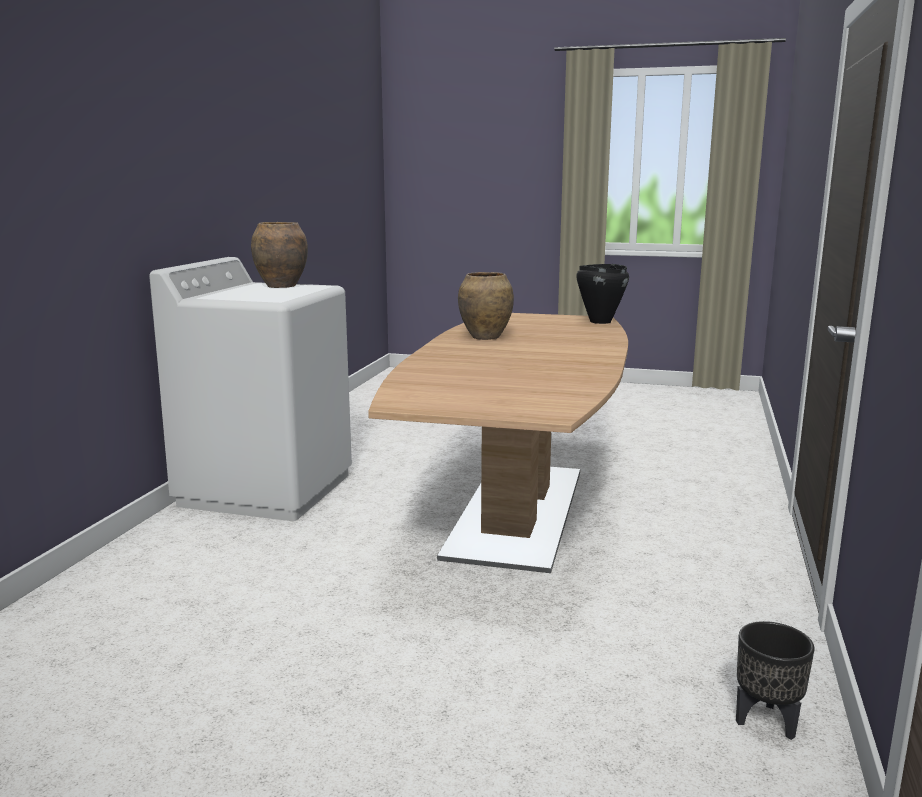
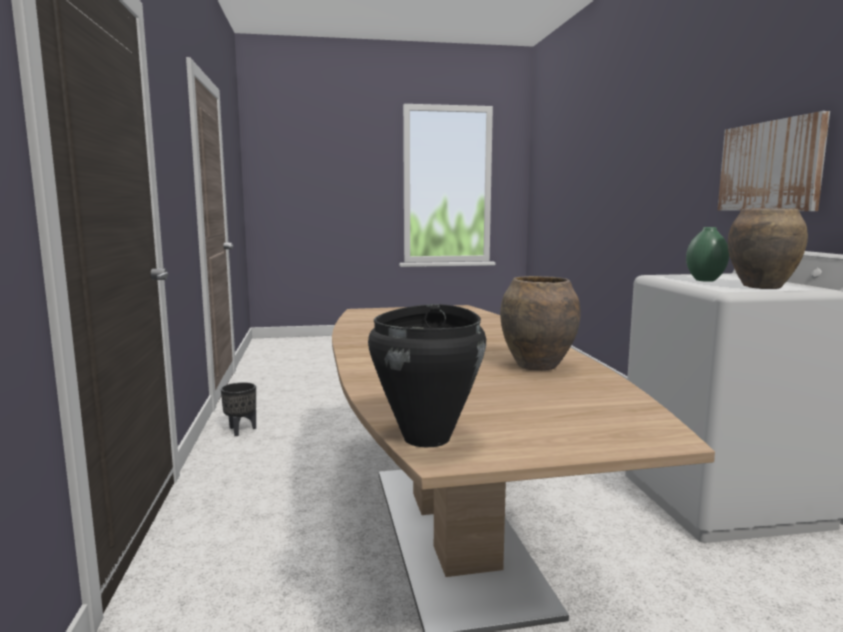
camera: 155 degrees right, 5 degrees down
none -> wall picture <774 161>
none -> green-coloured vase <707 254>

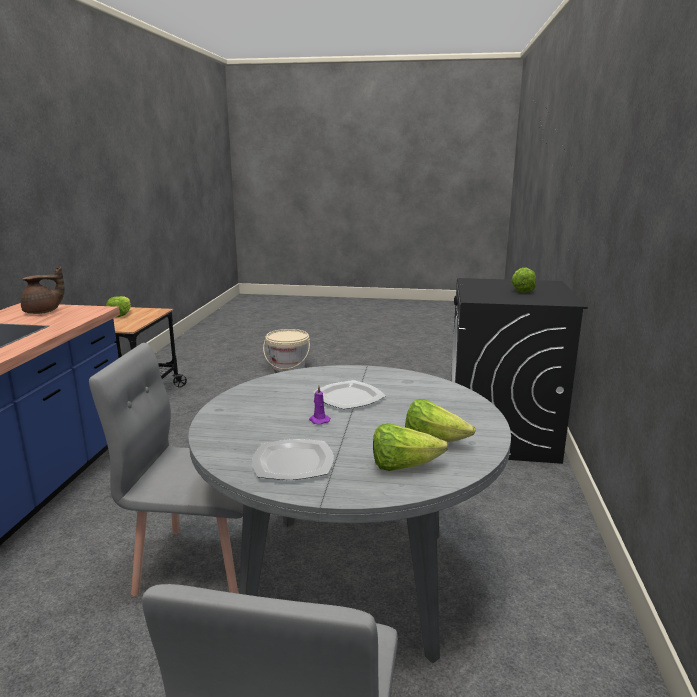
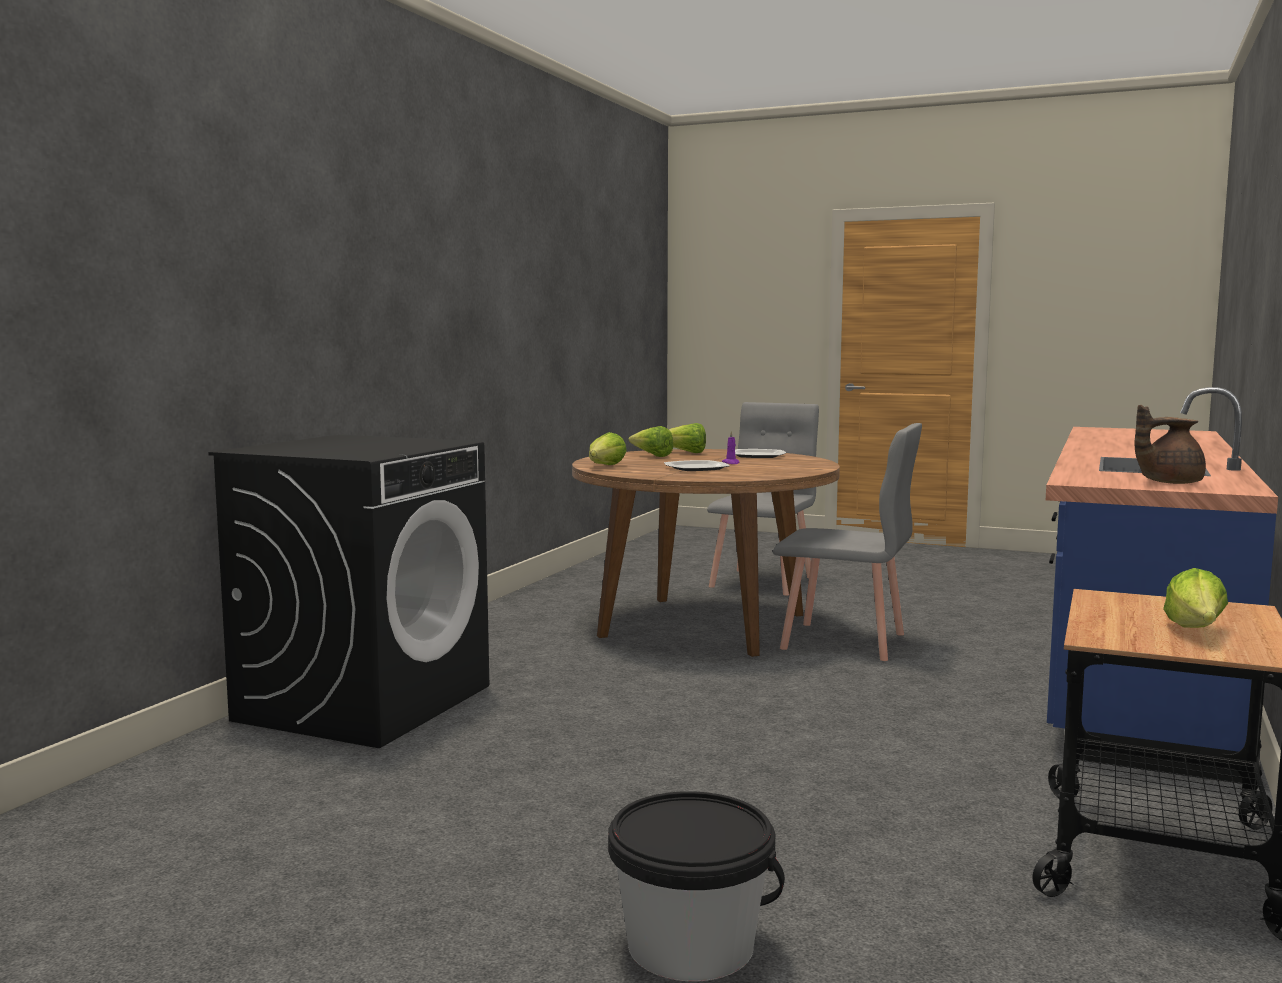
camera: 165 degrees left, 10 degrees down
lettuce head <523 280> -> lettuce head <608 448>, moved
sand-coloured pail <286 350> -> blackish pail <696 886>
gray kitchen table <349 514> -> brownish kitchen table <706 553>

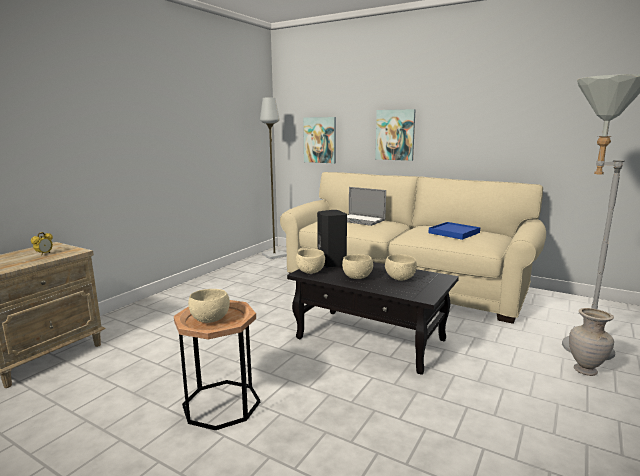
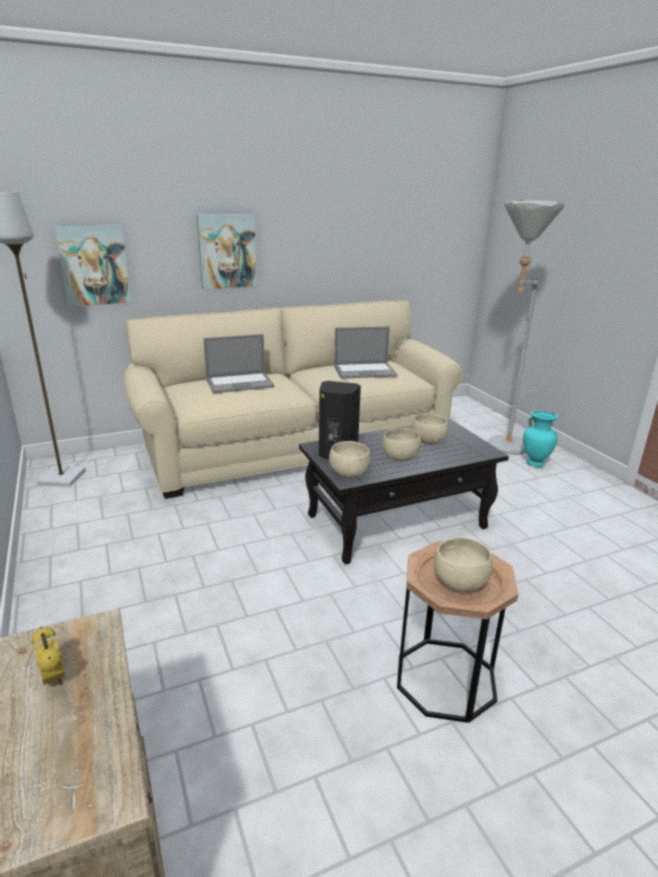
camera: 55 degrees left, 10 degrees up
bluish tray <454 231> -> notebook computer <365 353>
sand-coloured vase <591 342> -> blue-green vase <540 438>

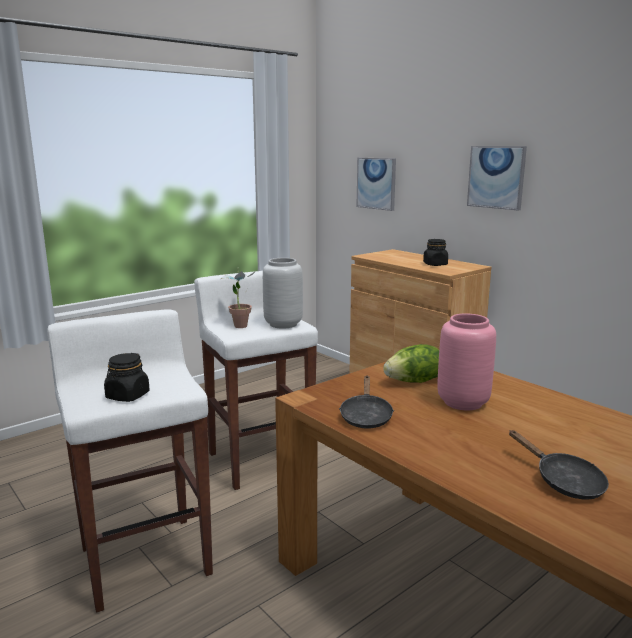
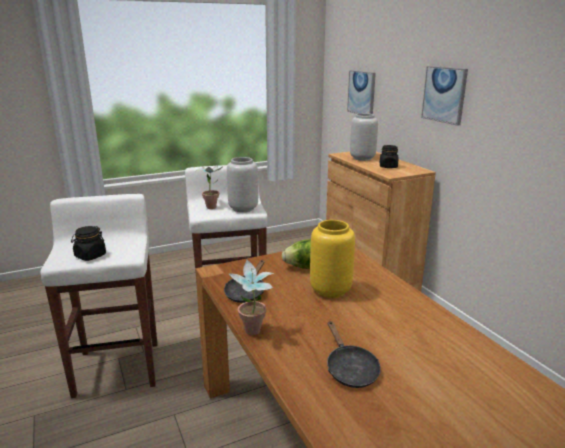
camera: 15 degrees right, 5 degrees up
pinkish vase <466 362> -> yellow vase <332 259>
none -> gray vase <364 137>
none -> houseplant <251 297>

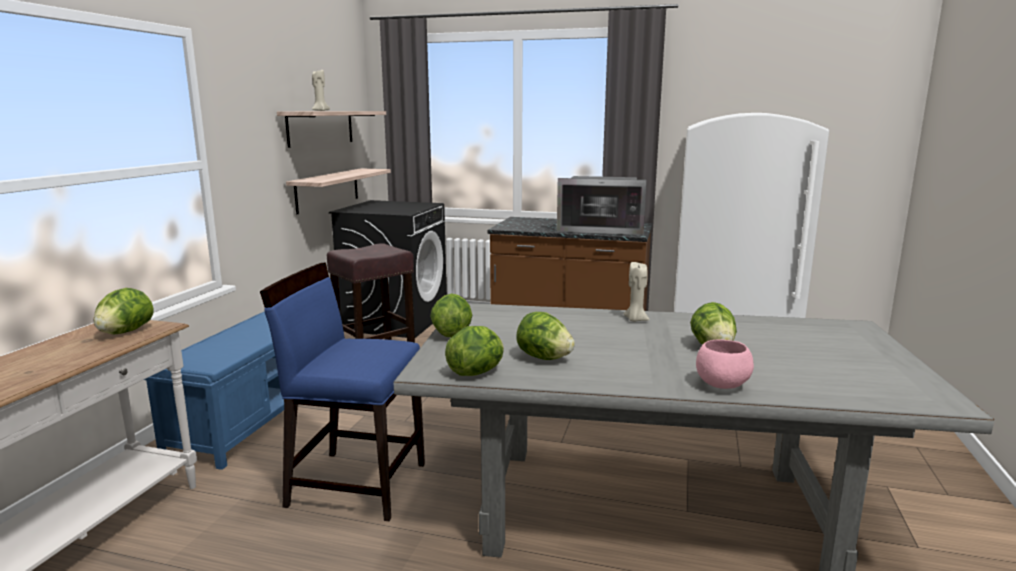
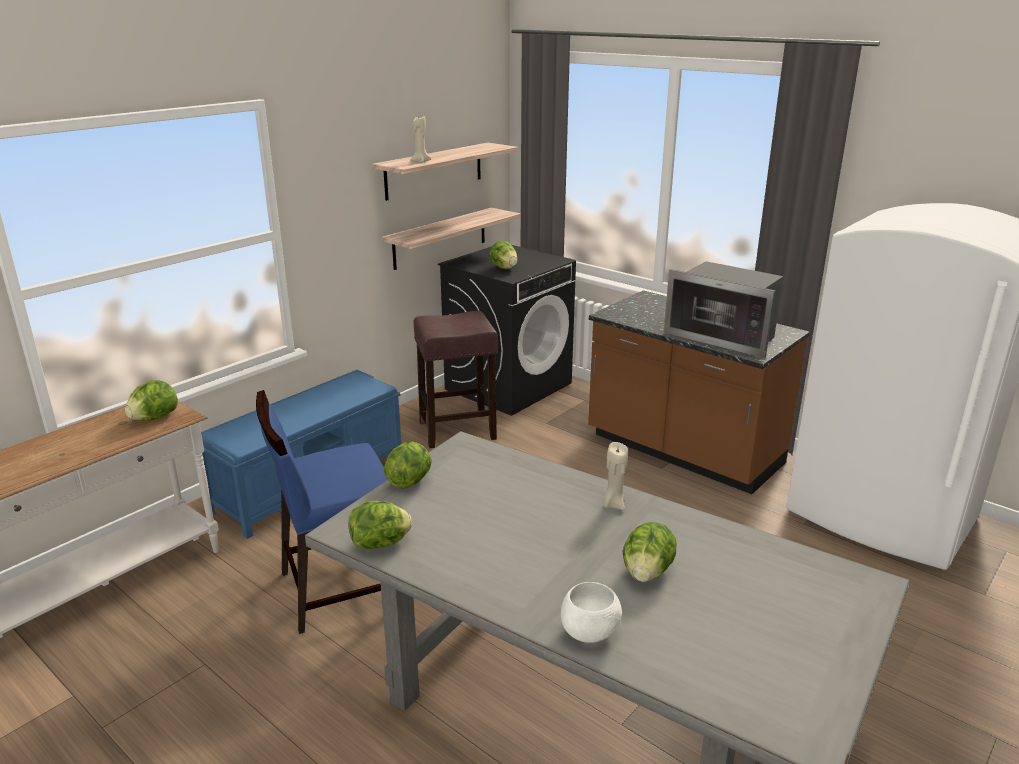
camera: 25 degrees right, 10 degrees up
bluish chair <342 391> -> bluish chair <322 512>, 60 degrees counterclockwise
lettuce head <545 336> -> lettuce head <503 254>, moved
pinkish bowl <725 364> -> whitish bowl <591 612>

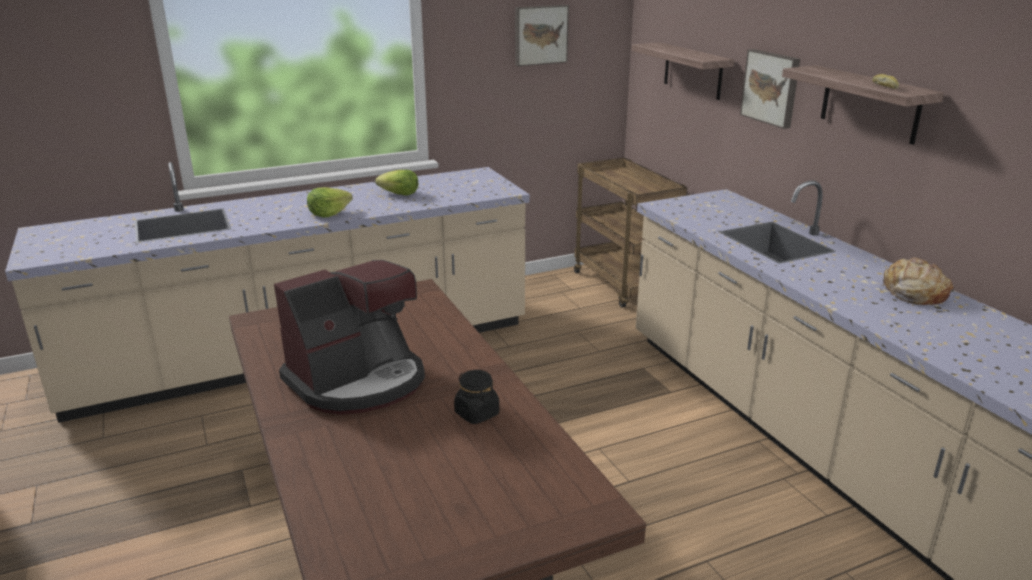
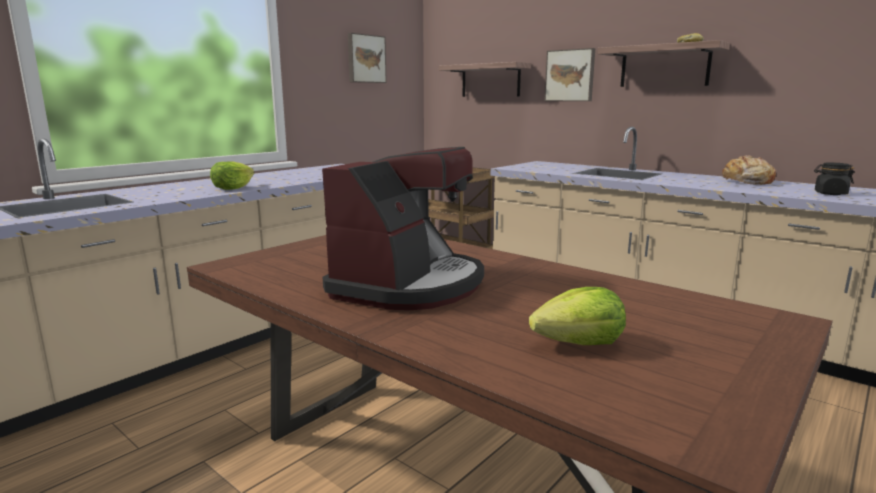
camera: 25 degrees left, 10 degrees down
lettuce head <396 183> -> lettuce head <577 316>, moved
blackish preserve jar <476 397> -> blackish preserve jar <834 178>, moved

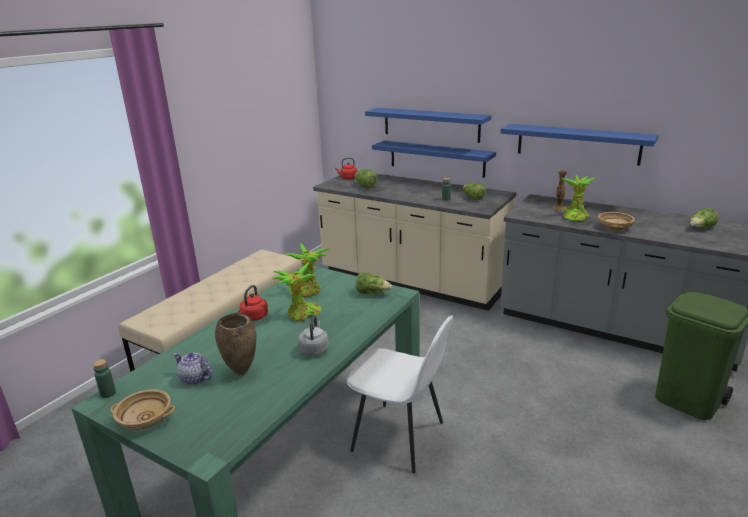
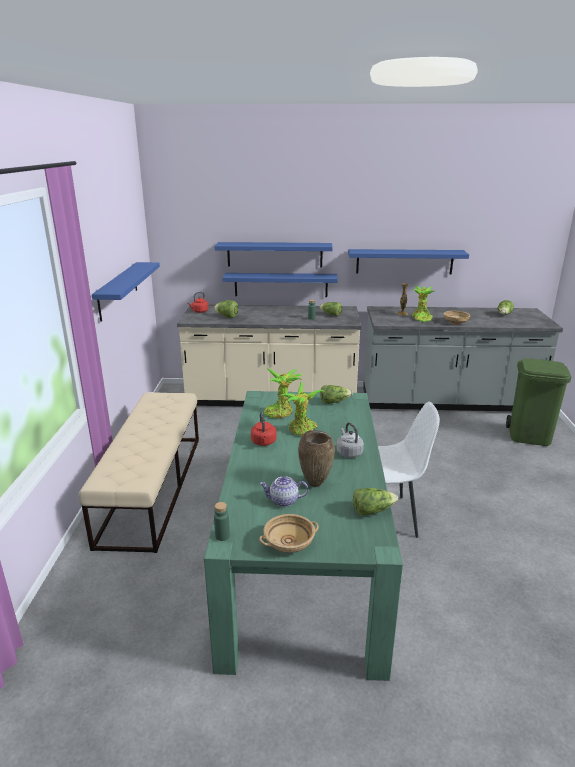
camera: 30 degrees left, 0 degrees up
none -> bluish wall shelf <126 292>
none -> lettuce head <375 502>

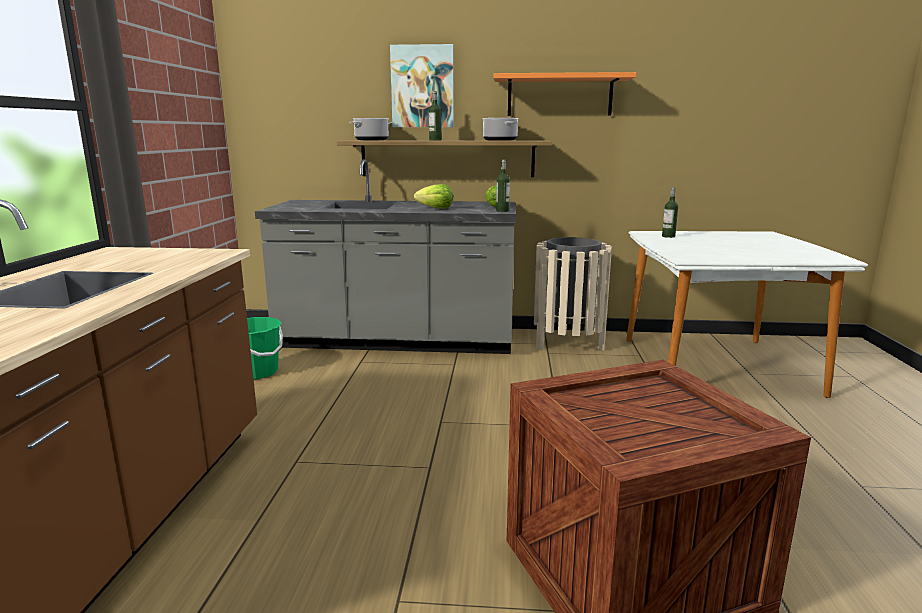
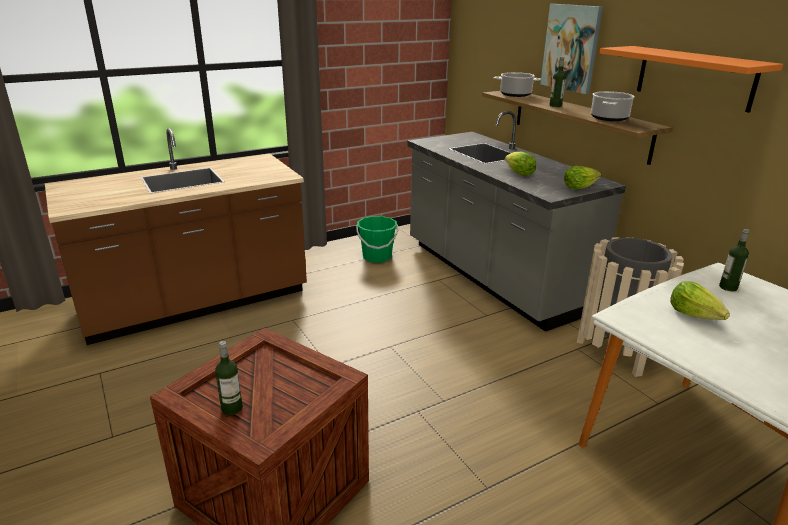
camera: 55 degrees right, 10 degrees up
beverage bottle <503 186> -> beverage bottle <229 378>, moved
none -> lettuce head <700 301>

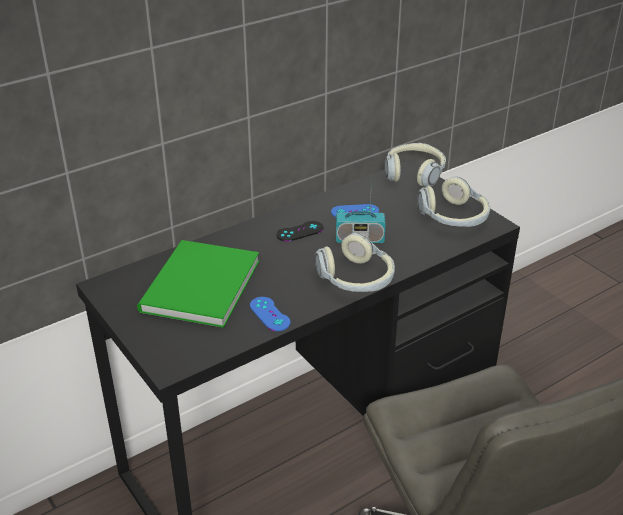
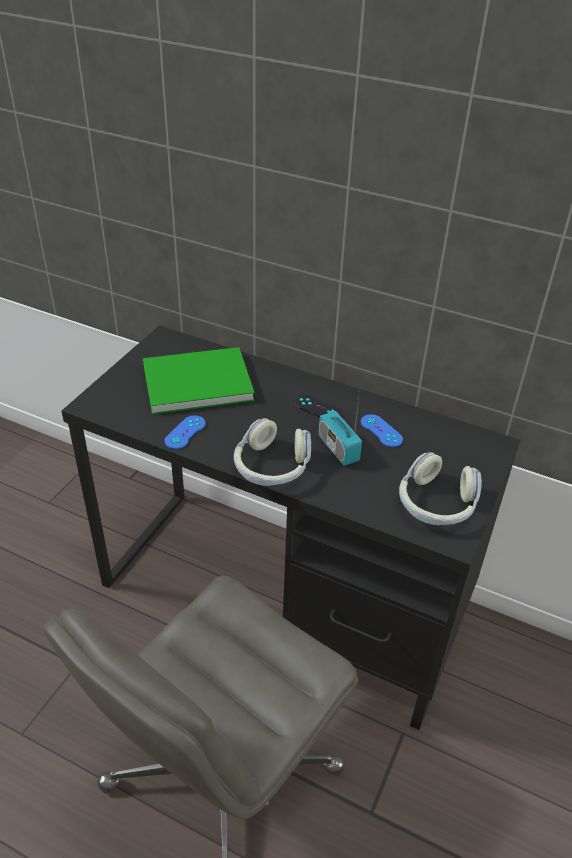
camera: 60 degrees right, 5 degrees up
headphones <415 165> -> none

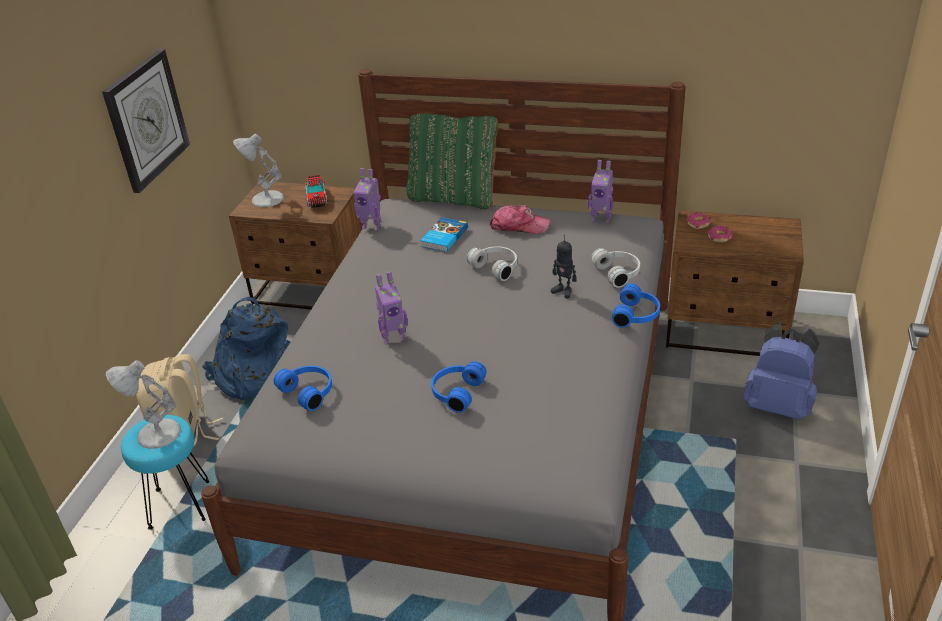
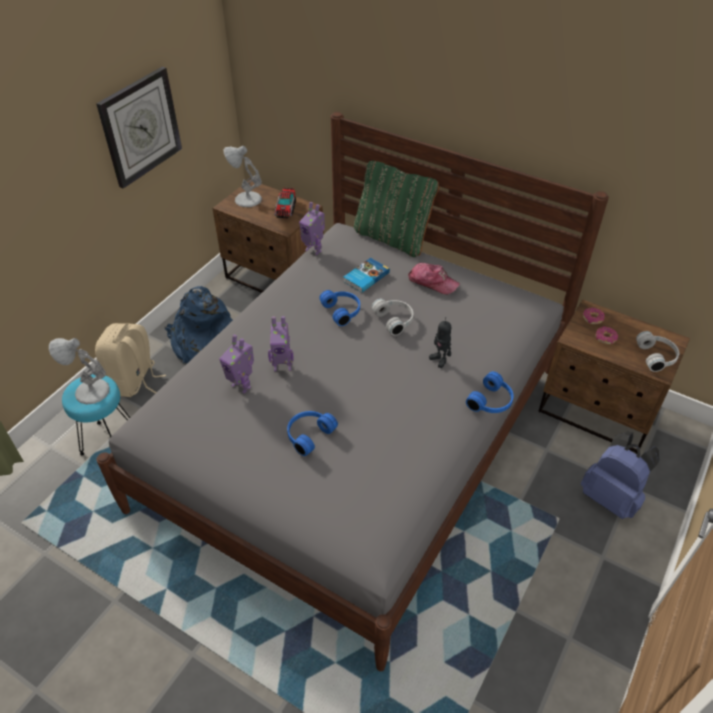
camera: 15 degrees right, 10 degrees up
toy robot <600 191> -> toy robot <236 363>, moved
whitish headphones <615 268> -> whitish headphones <657 351>, moved
bluish headphones <303 388> -> bluish headphones <339 308>, moved

